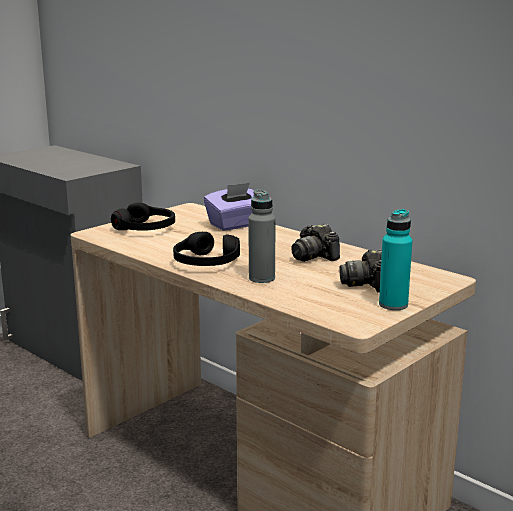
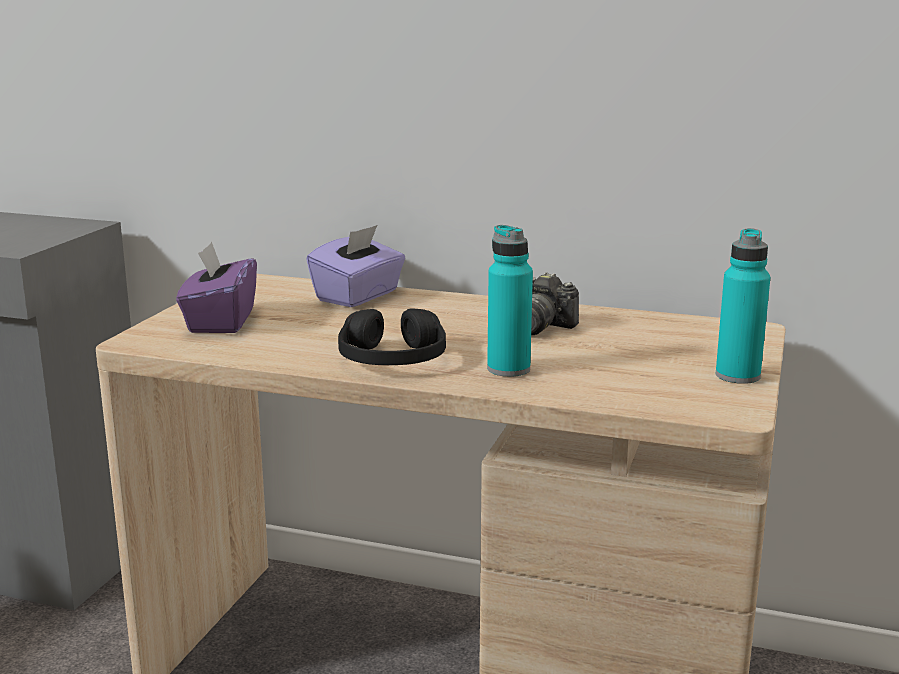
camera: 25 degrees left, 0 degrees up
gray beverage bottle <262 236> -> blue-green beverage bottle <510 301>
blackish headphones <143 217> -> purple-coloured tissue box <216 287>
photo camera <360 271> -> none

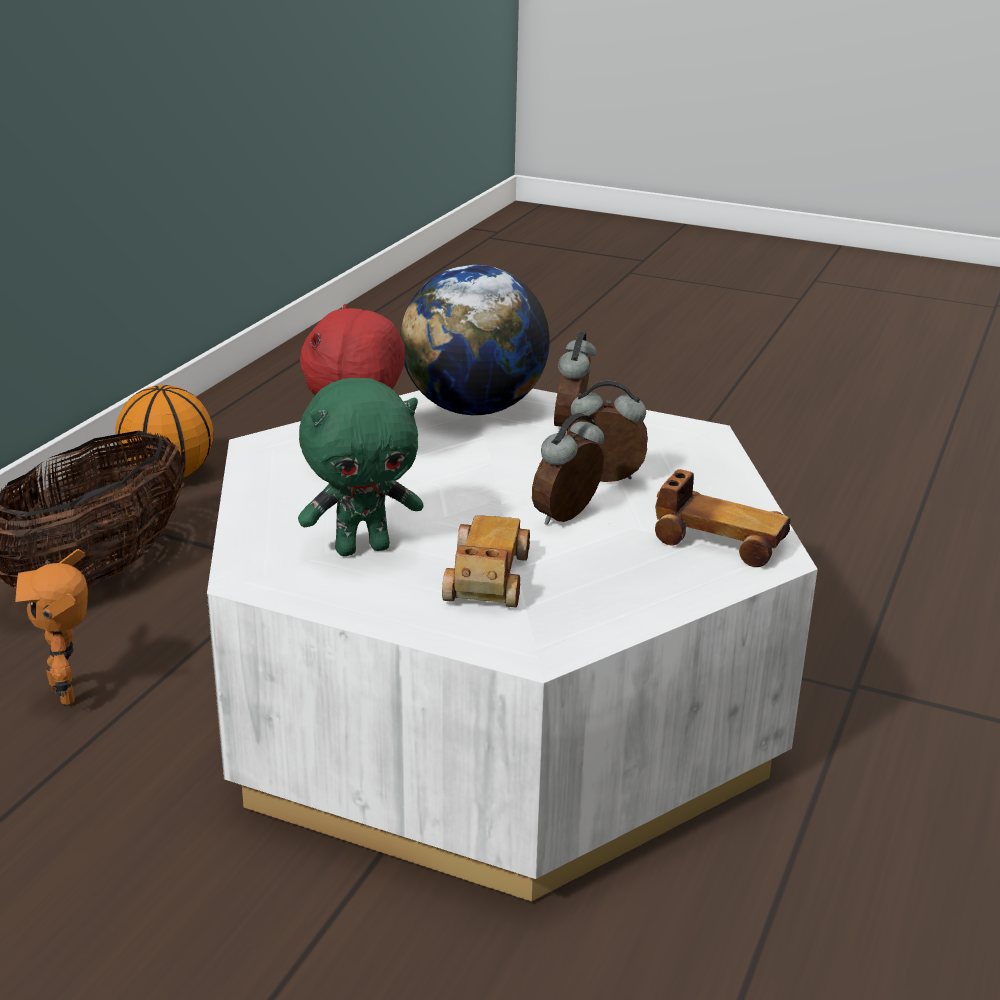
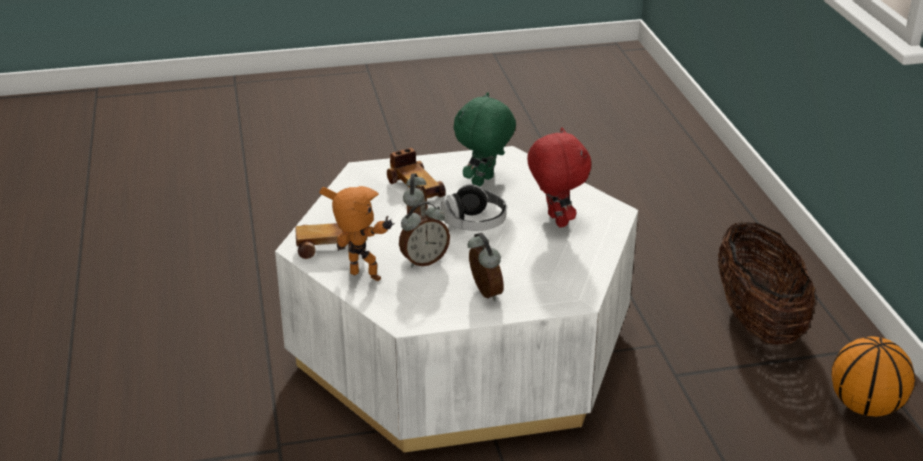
camera: 145 degrees right, 5 degrees up
globe <475 340> -> none
toy robot <51 627> -> toy robot <357 233>, moved
none -> headphones <474 207>

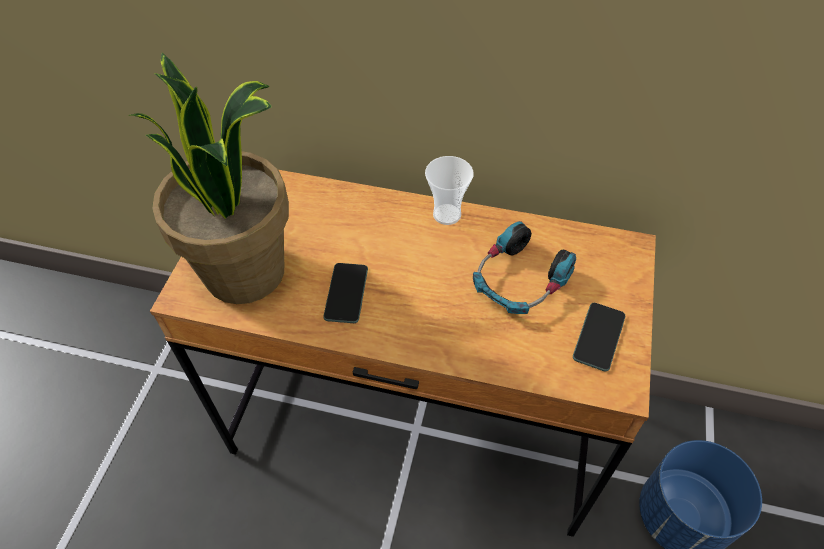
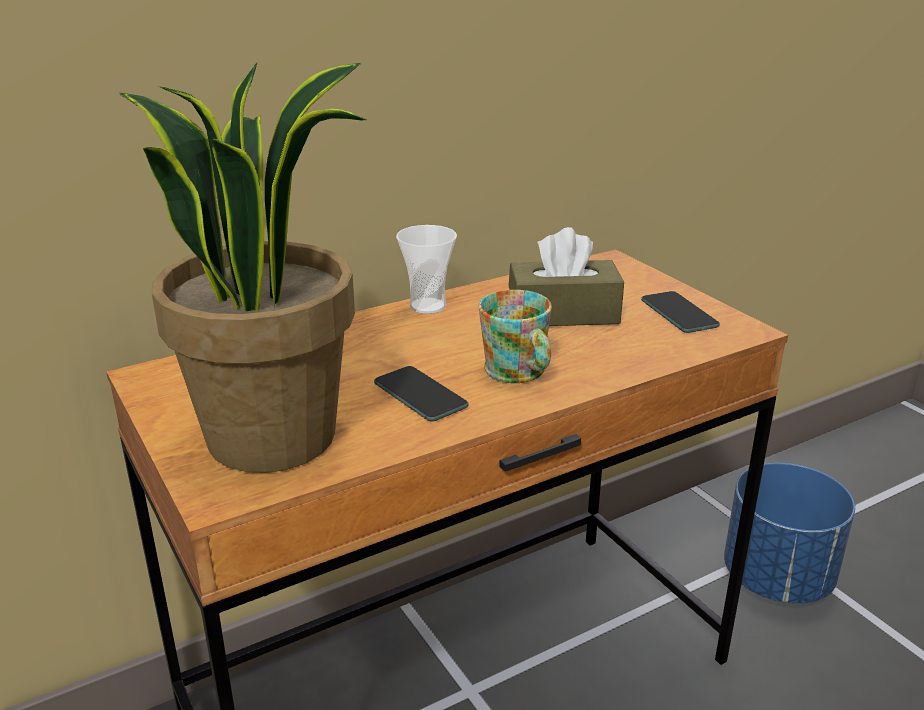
camera: 45 degrees left, 25 degrees down
headphones <524 267> -> brownish tissue box <566 276>
none -> coffee mug <515 336>

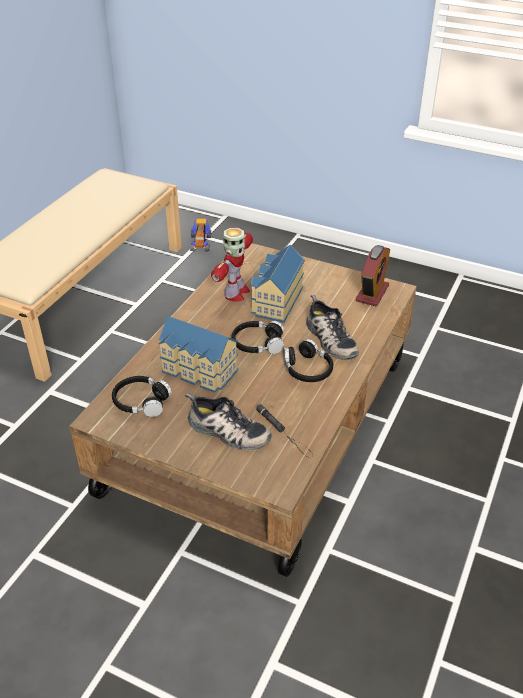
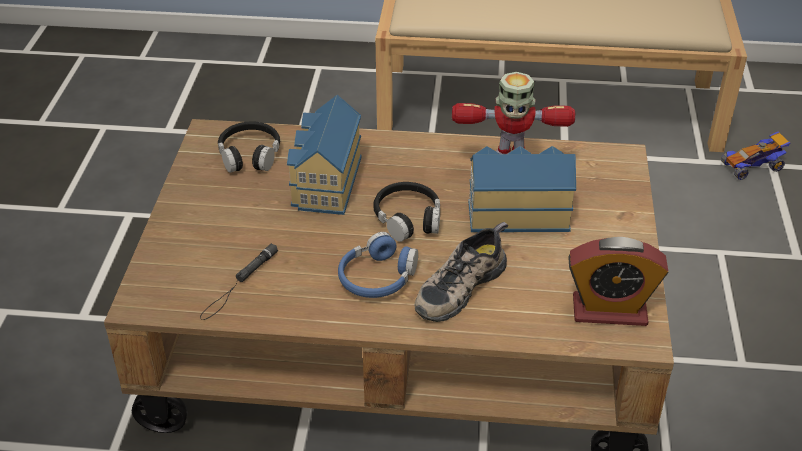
camera: 70 degrees right, 0 degrees up
blackish headphones <308 360> -> bluish headphones <378 265>
low shoe <228 422> -> none

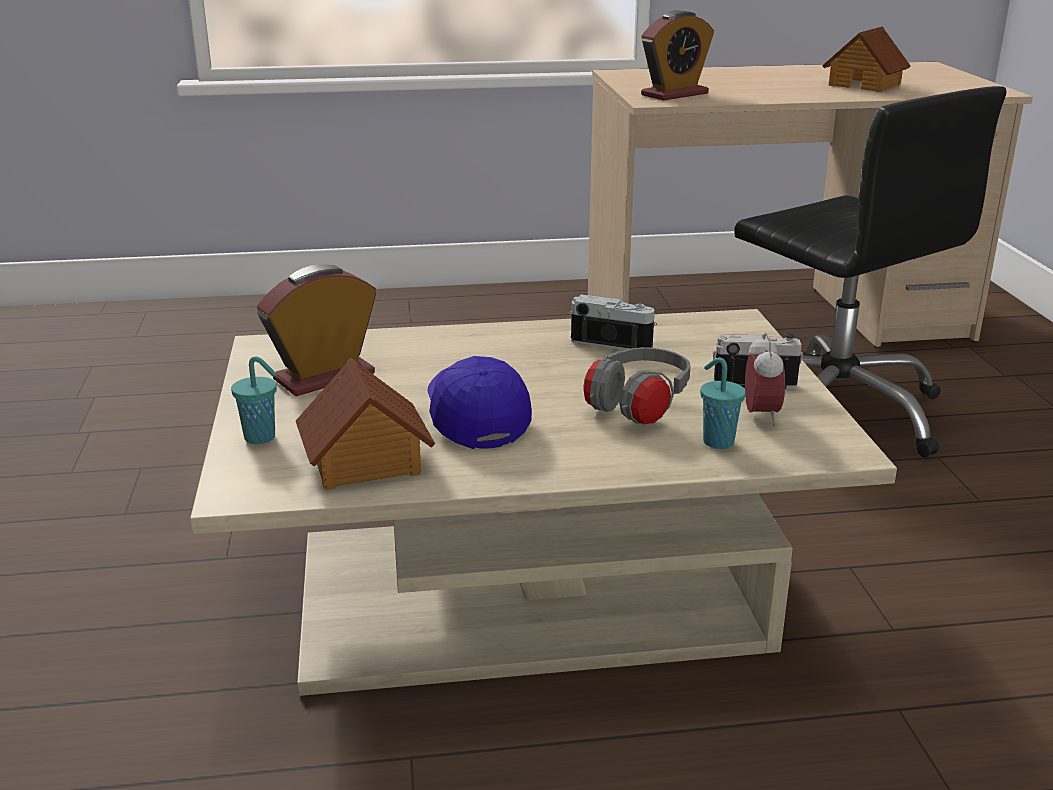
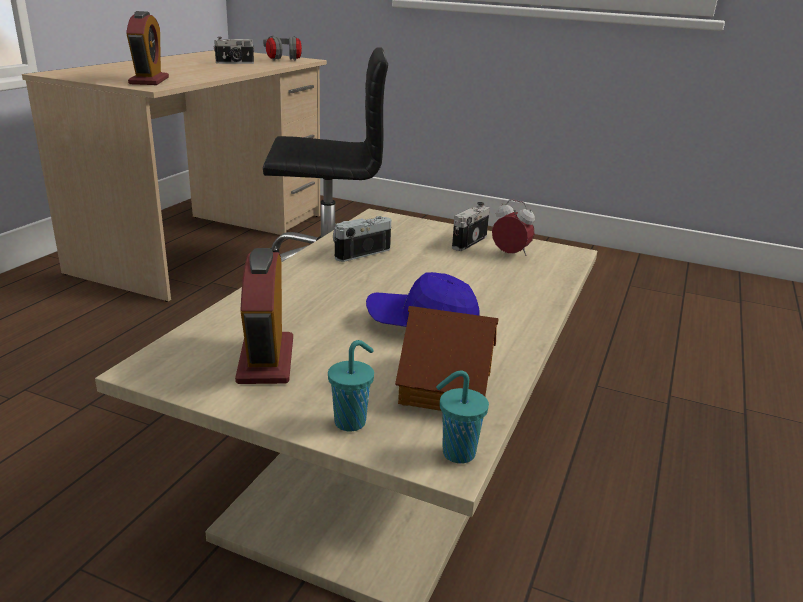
camera: 60 degrees left, 0 degrees up
model house <866 59> -> photo camera <234 50>
gray headphones <637 386> -> gray headphones <282 48>, moved
blue-green drinking cup <723 403> -> blue-green drinking cup <462 417>, moved

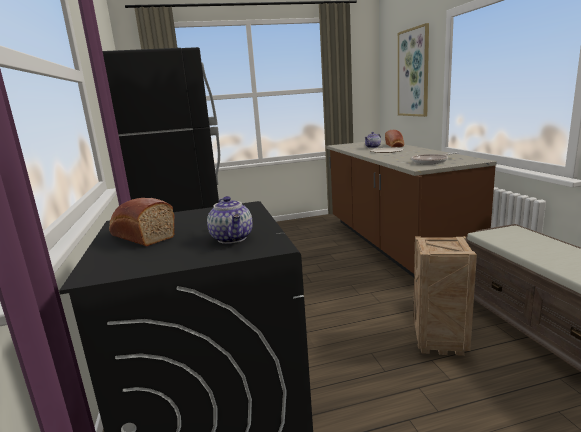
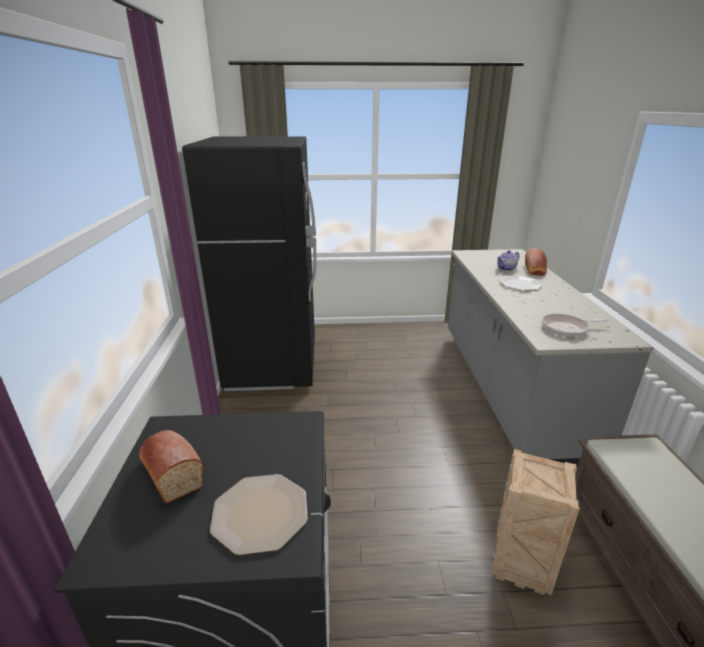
camera: 10 degrees right, 10 degrees up
wall picture <413 70> -> none
brownish kitchen base unit <411 208> -> gray kitchen base unit <551 358>
pot for tea <230 220> -> dinner plate <259 514>

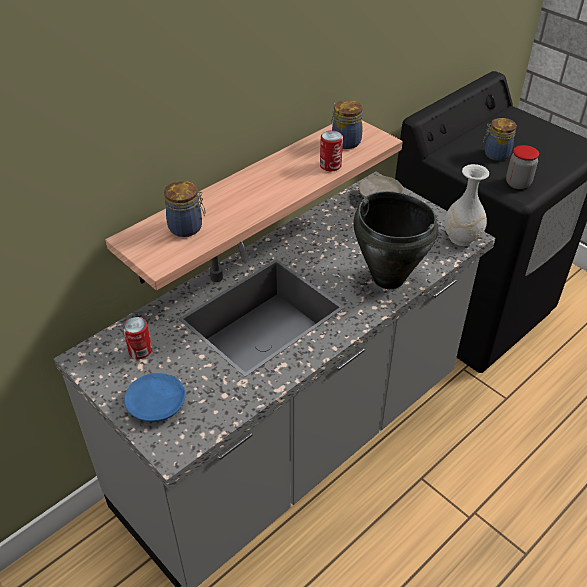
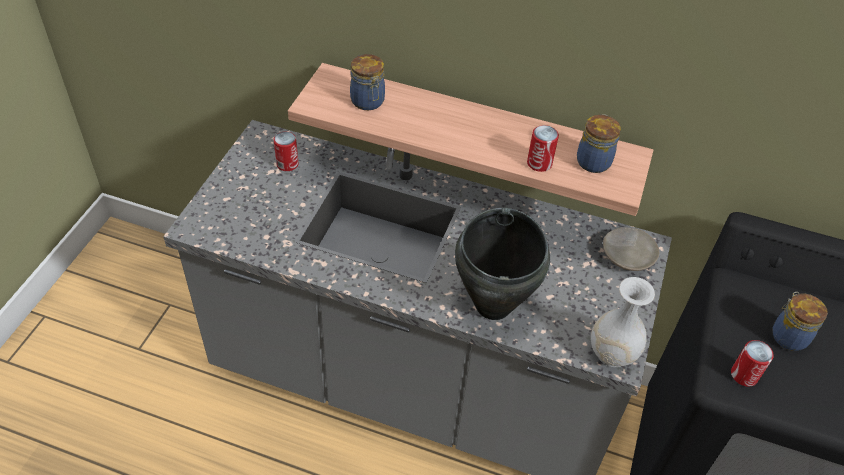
camera: 60 degrees right, 5 degrees up
preserve jar <522 167> -> can <752 363>
bluish dinner plate <155 397> -> none

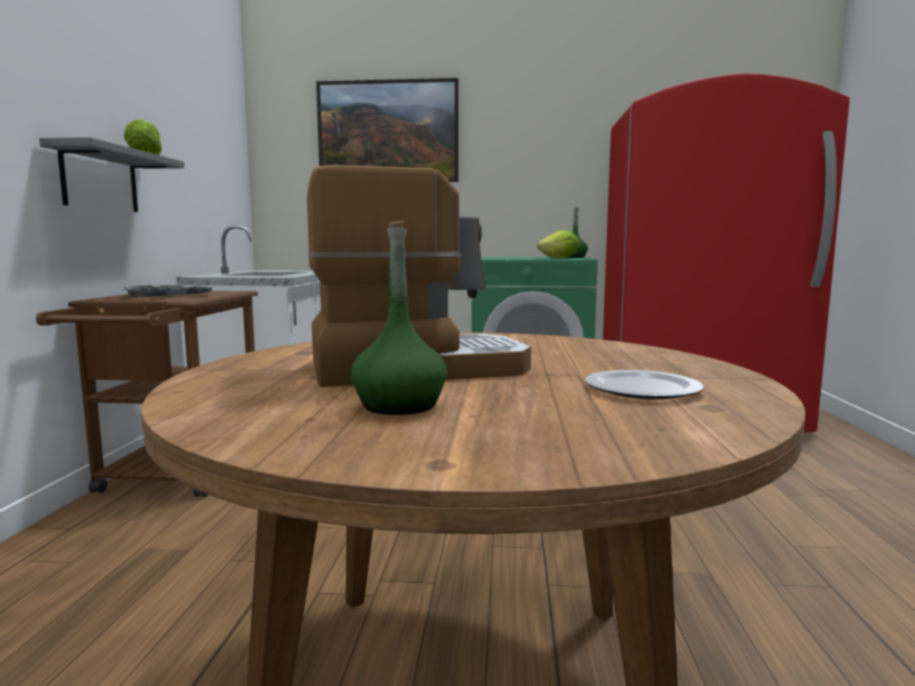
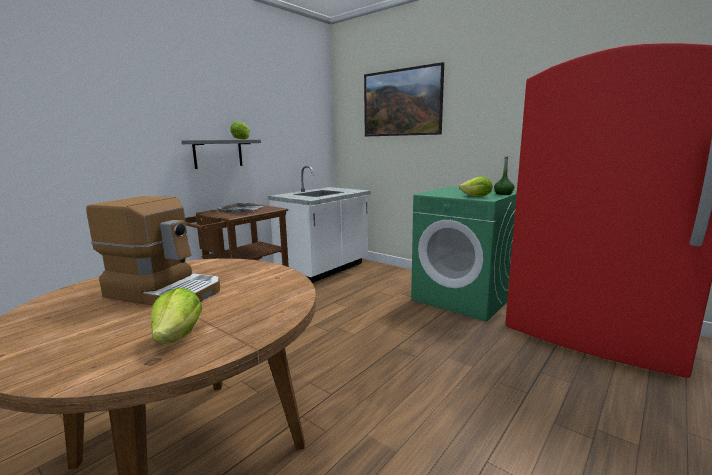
camera: 35 degrees right, 5 degrees up
green-coloured beverage bottle <399 318> -> none
dinner plate <644 384> -> lettuce head <177 316>

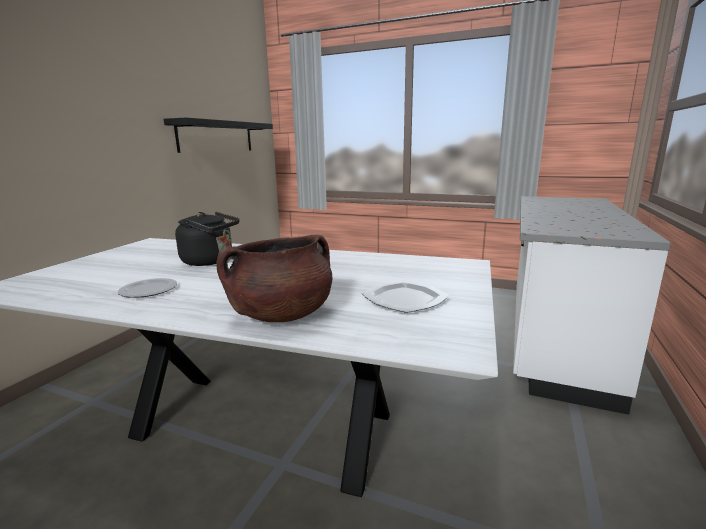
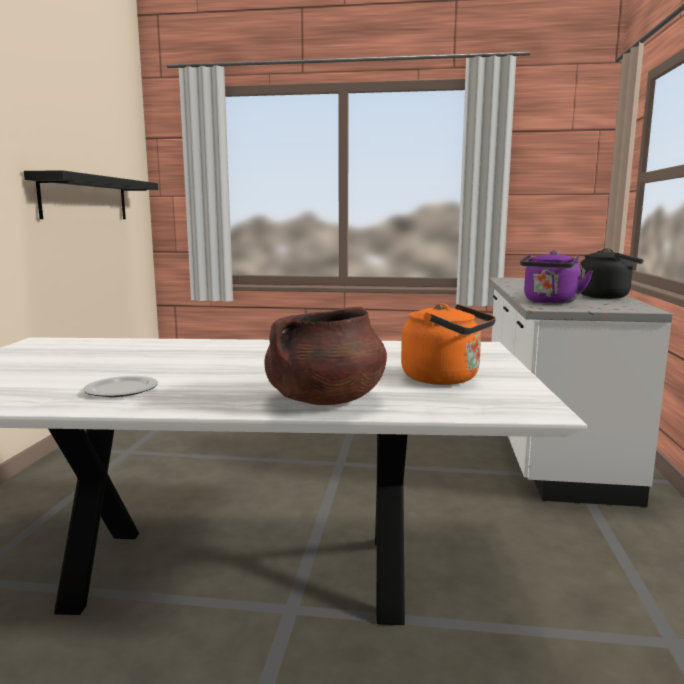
camera: 15 degrees left, 5 degrees down
blackish water kettle <207 239> -> blackish water kettle <611 273>, moved
dinner plate <405 296> -> orange water kettle <448 344>
none -> purple-coloured water kettle <556 277>

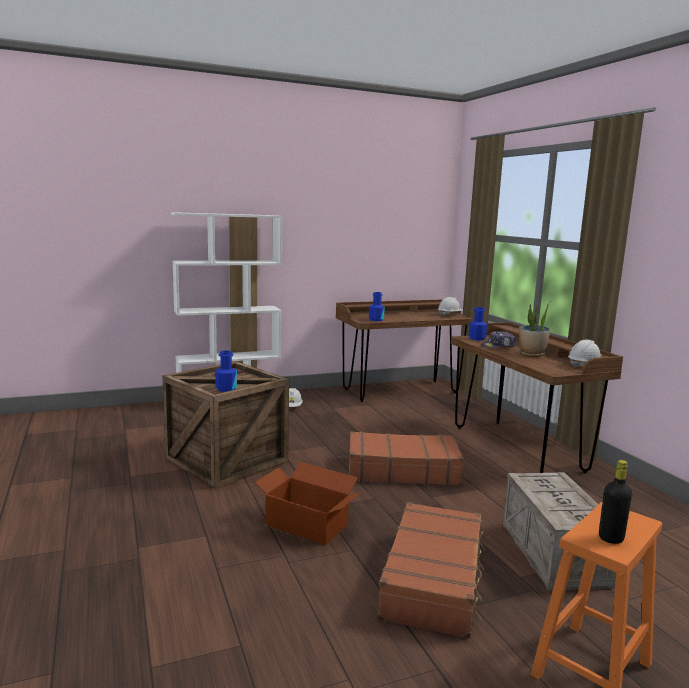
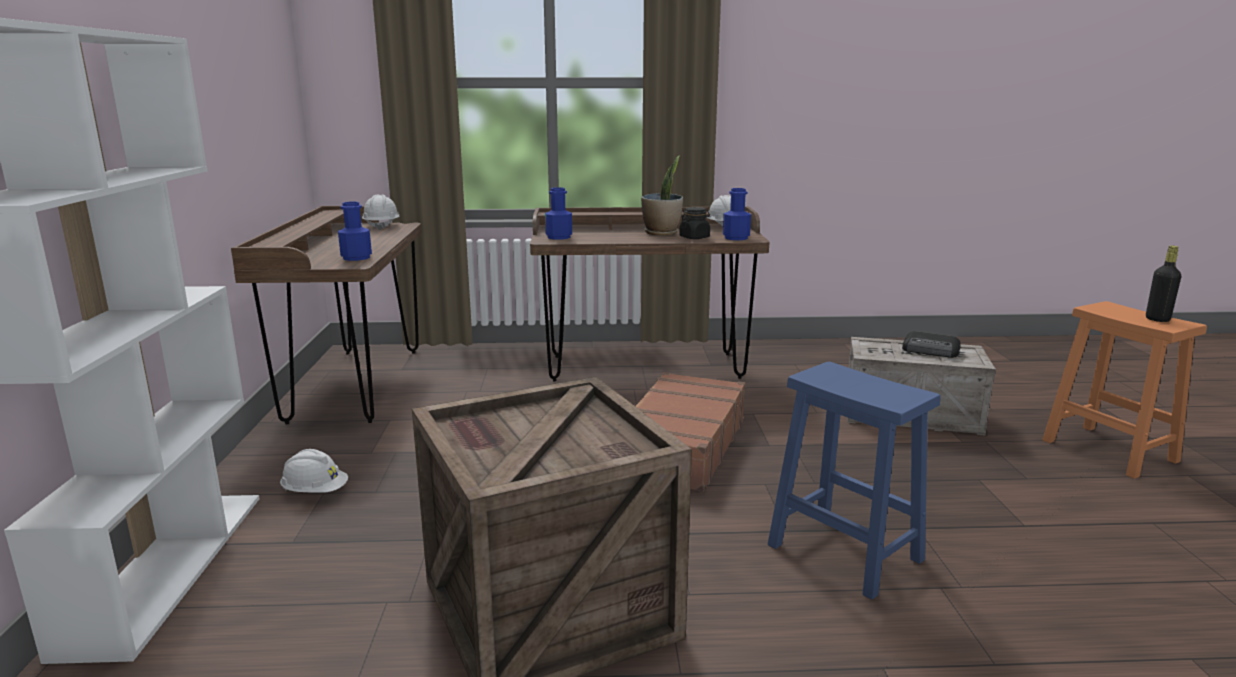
camera: 70 degrees left, 5 degrees up
cap <498 339> -> none
bluish beverage bottle <226 371> -> bluish beverage bottle <737 214>, moved
cardboard box <308 503> -> bluish stool seat <854 481>
brownish suitcase <431 570> -> none
none -> blackish preserve jar <694 223>
none -> radio set <931 344>

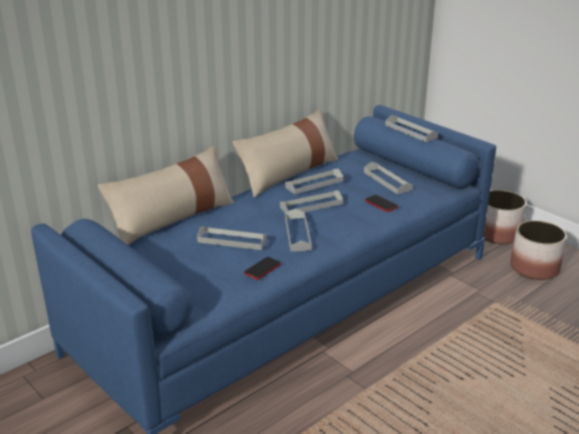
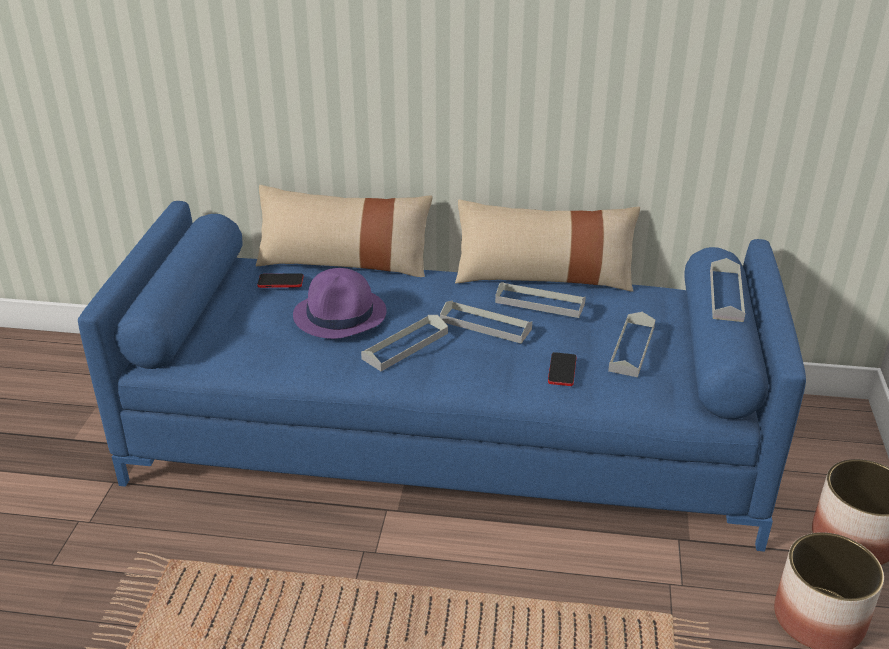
camera: 50 degrees right, 5 degrees up
gray tray <232 238> -> purple-coloured hat <339 303>
handset <262 268> -> handset <280 280>, moved

